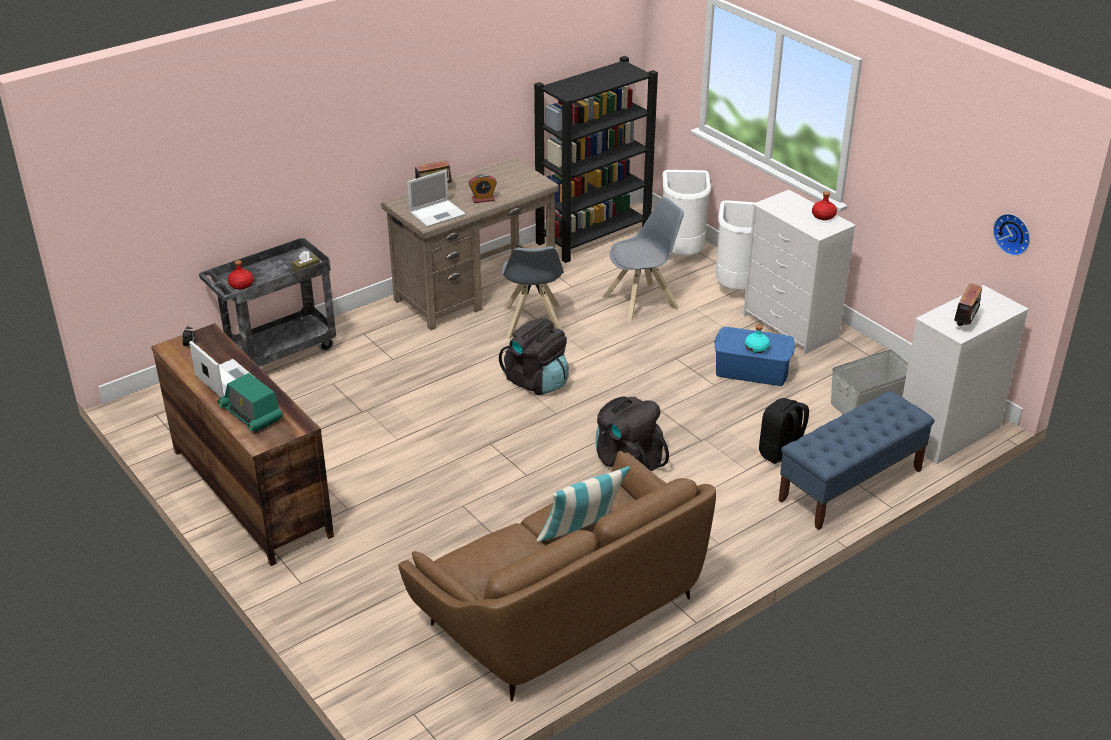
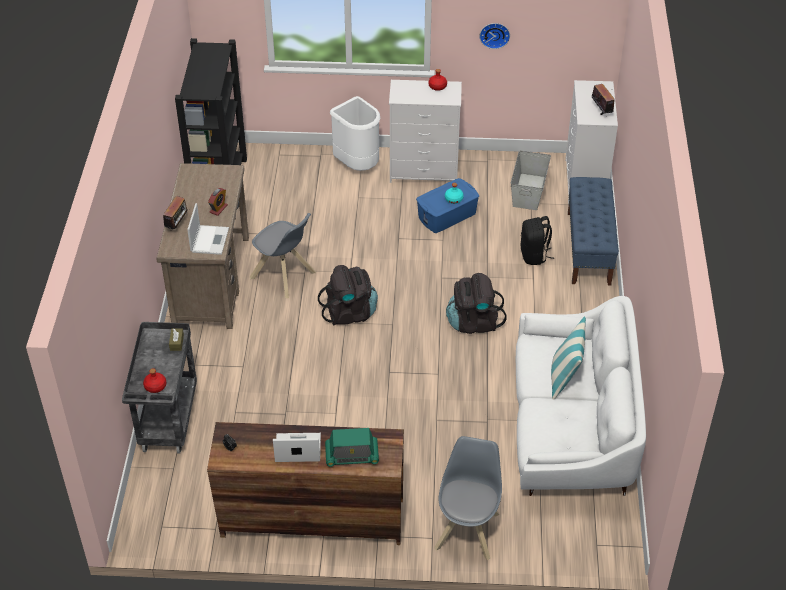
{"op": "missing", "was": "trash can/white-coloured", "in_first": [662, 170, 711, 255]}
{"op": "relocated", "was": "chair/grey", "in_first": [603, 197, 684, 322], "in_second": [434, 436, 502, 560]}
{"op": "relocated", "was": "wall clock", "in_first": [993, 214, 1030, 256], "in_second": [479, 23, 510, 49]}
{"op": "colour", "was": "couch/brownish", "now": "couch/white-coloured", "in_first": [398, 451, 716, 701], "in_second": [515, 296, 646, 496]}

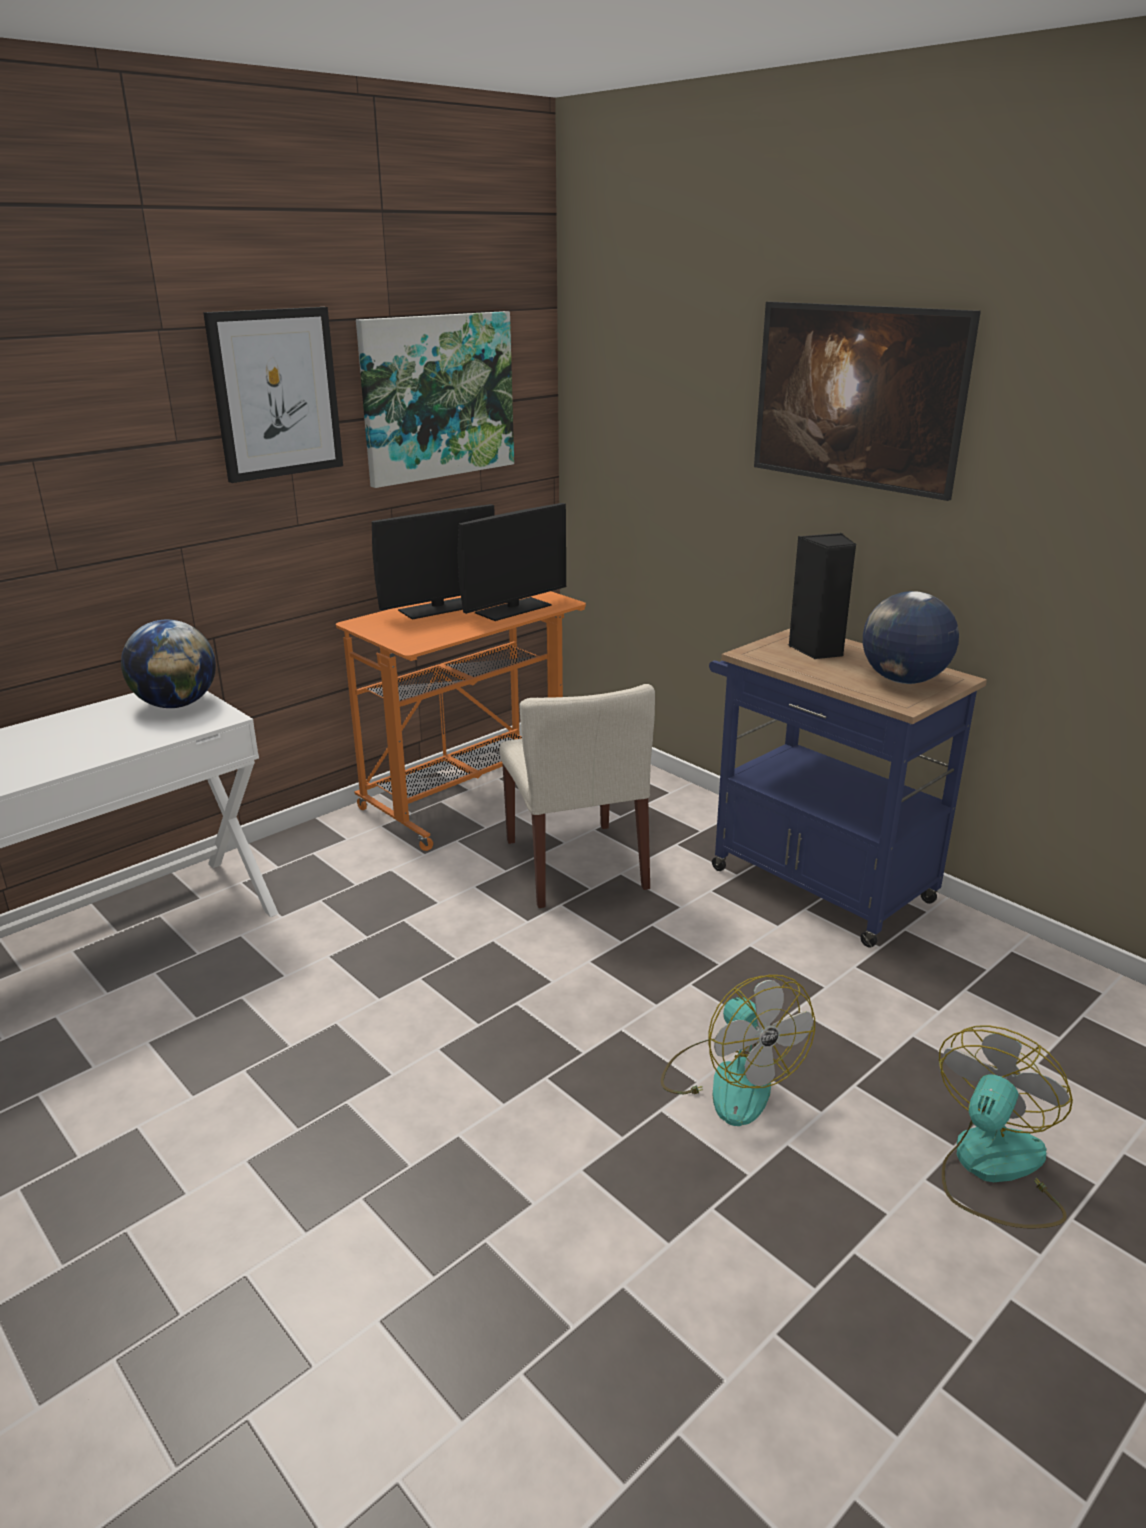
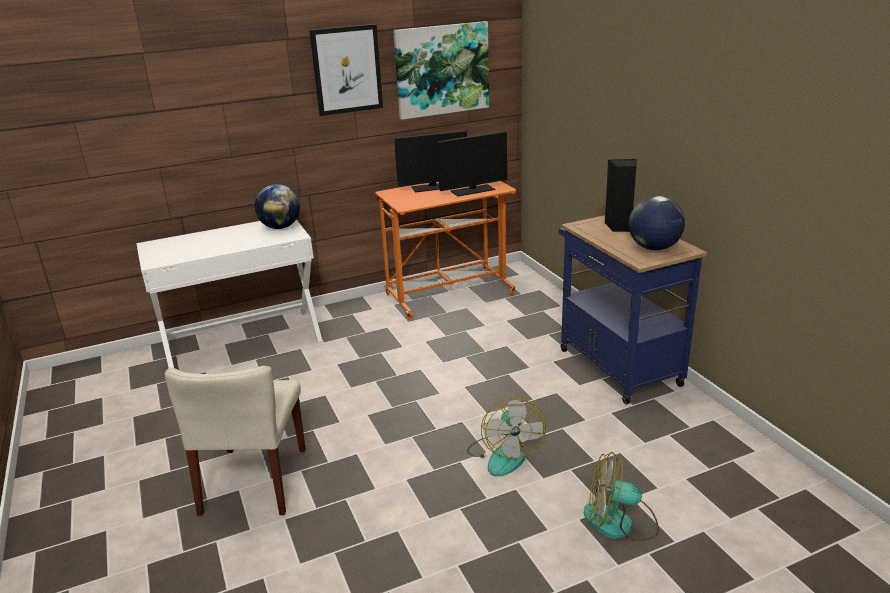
{"op": "missing", "was": "picture", "in_first": [754, 302, 981, 501]}
{"op": "relocated", "was": "chair/sand-coloured", "in_first": [499, 684, 655, 908], "in_second": [165, 366, 306, 516]}
{"op": "spun", "was": "electric fan", "in_first": [939, 1025, 1073, 1228], "in_second": [584, 452, 659, 541], "clockwise": -135}

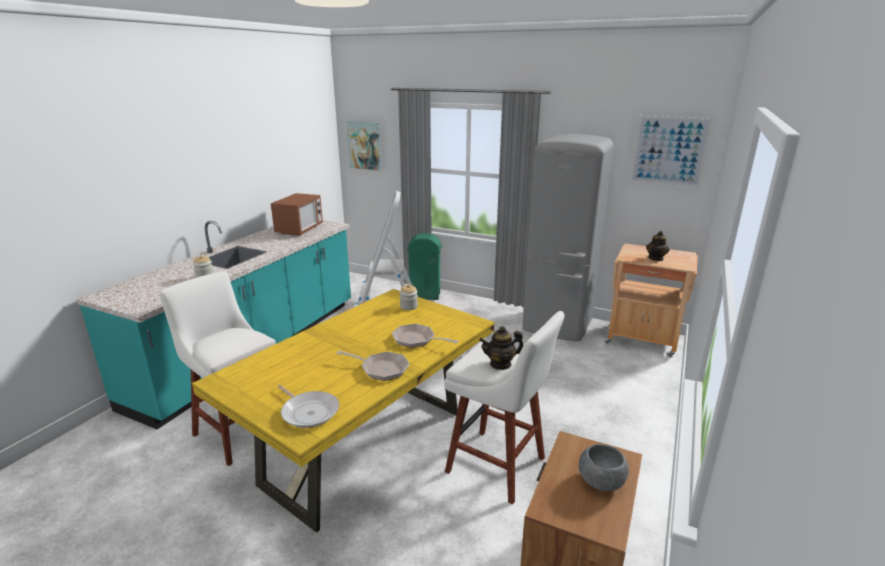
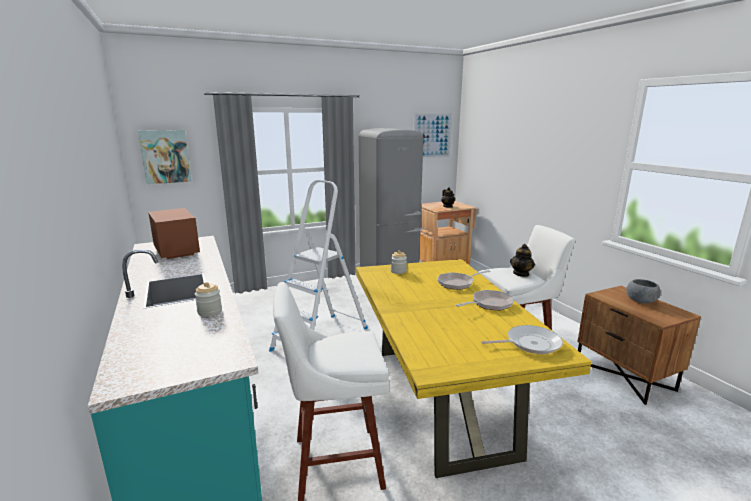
{"op": "missing", "was": "trash can/greenish", "in_first": [407, 233, 442, 300]}

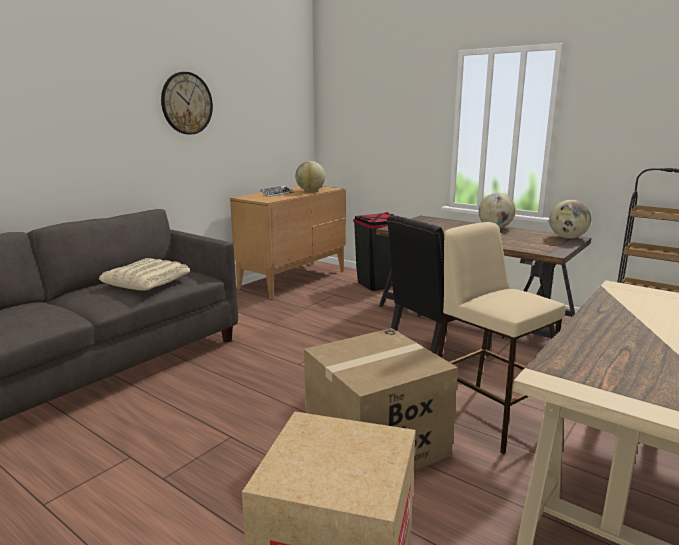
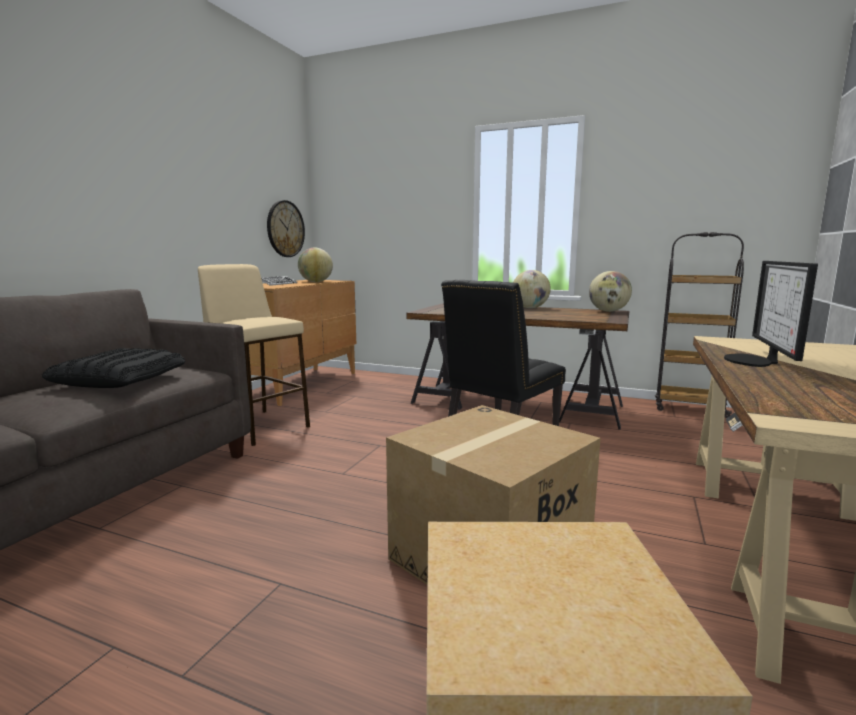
{"op": "relocated", "was": "wall clock", "in_first": [161, 72, 213, 135], "in_second": [267, 200, 305, 257]}
{"op": "missing", "was": "trash can/black-coloured", "in_first": [353, 212, 394, 291]}
{"op": "relocated", "was": "stool/sand-coloured", "in_first": [438, 222, 566, 454], "in_second": [198, 264, 310, 446]}
{"op": "colour", "was": "cushion/sand-coloured", "now": "cushion/black-coloured", "in_first": [99, 258, 190, 291], "in_second": [42, 348, 185, 388]}
{"op": "appeared", "now": "monitor", "in_second": [724, 261, 818, 367]}

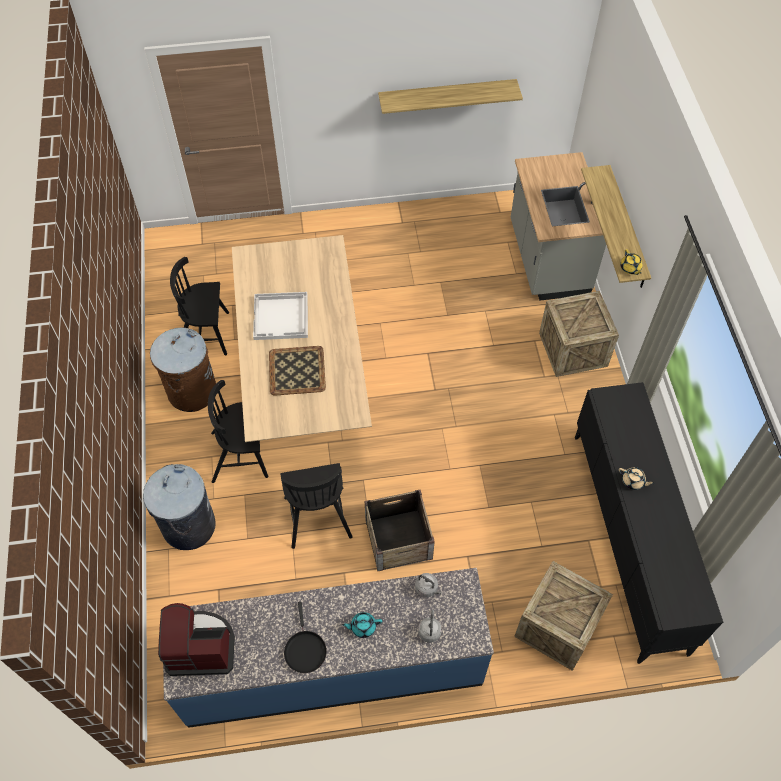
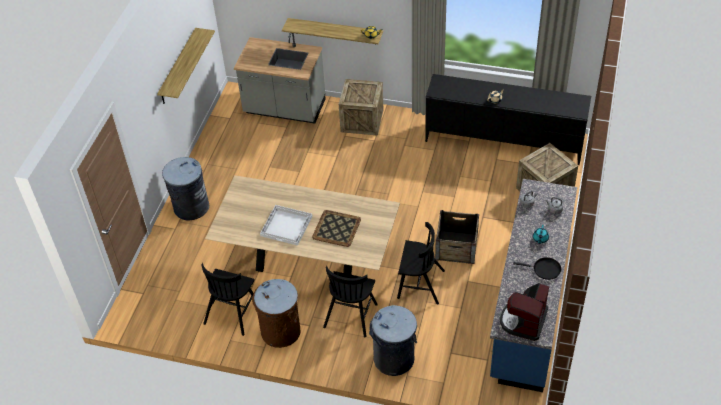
{"op": "appeared", "now": "trash can/grey", "in_second": [162, 157, 209, 220]}

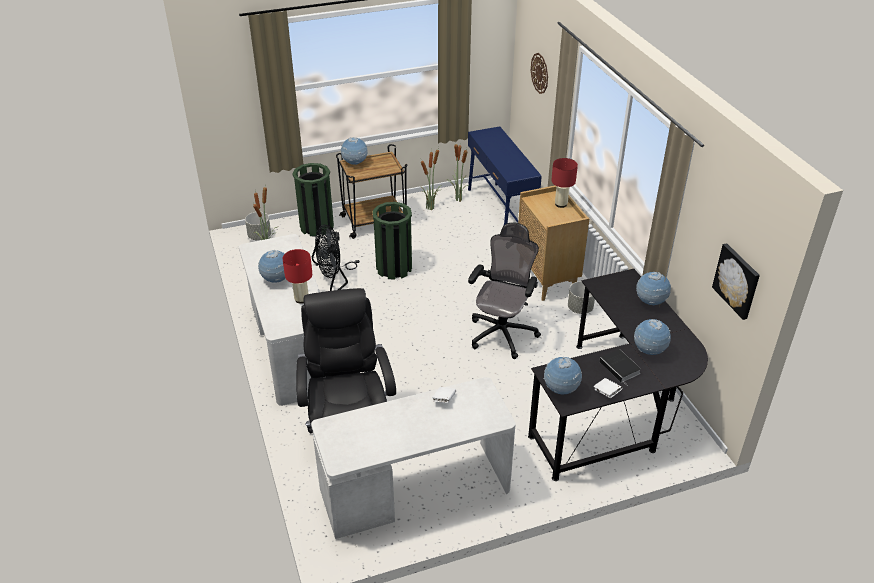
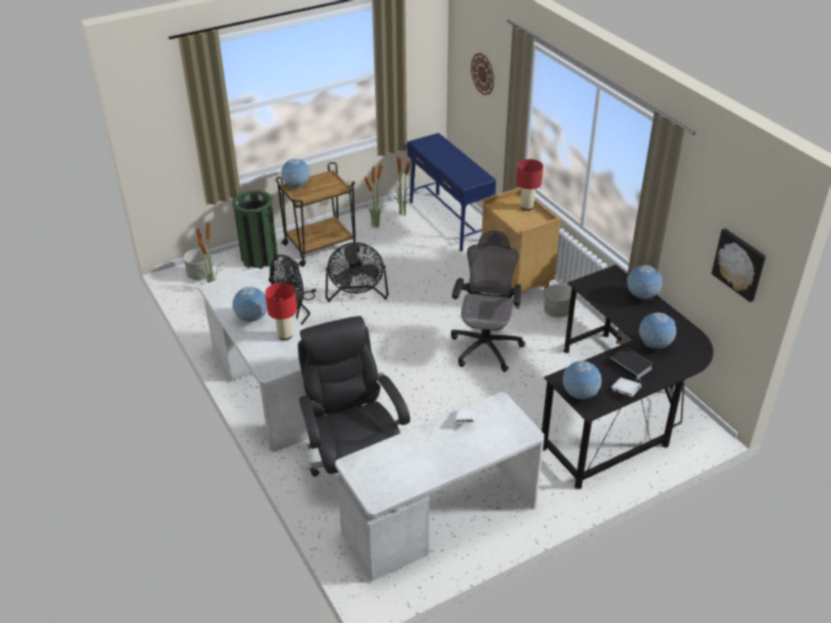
{"op": "exchanged", "was": "trash can/greenish", "now": "electric fan/black-coloured", "in_first": [372, 202, 412, 280], "in_second": [325, 242, 388, 302]}

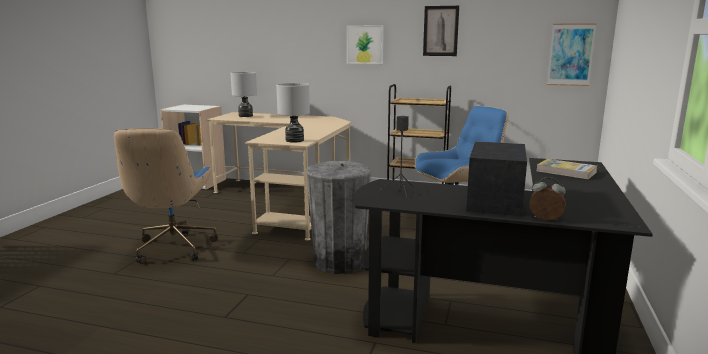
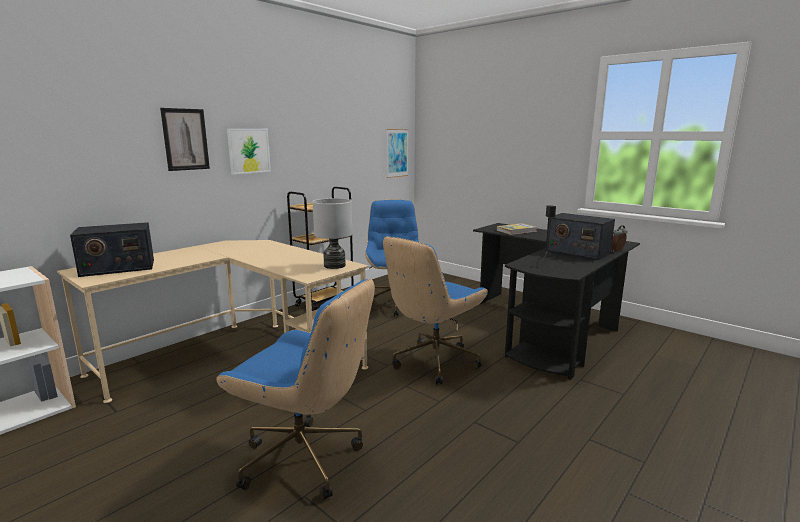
{"op": "relocated", "was": "picture", "in_first": [423, 6, 459, 56], "in_second": [160, 108, 210, 171]}
{"op": "exchanged", "was": "table lamp/grey", "now": "radio receiver", "in_first": [231, 72, 257, 117], "in_second": [70, 222, 154, 277]}
{"op": "exchanged", "was": "trash can/grey", "now": "computer chair/blue", "in_first": [306, 161, 372, 274], "in_second": [383, 236, 488, 384]}

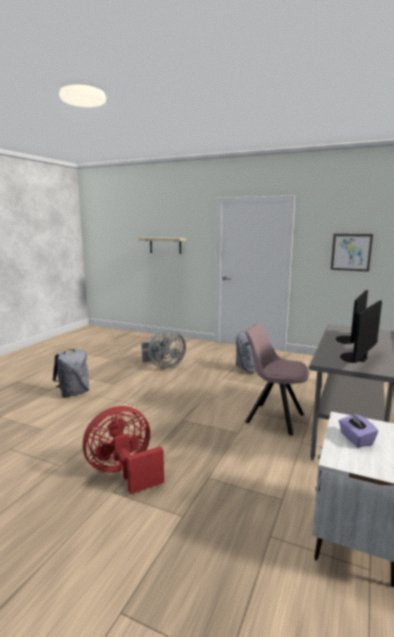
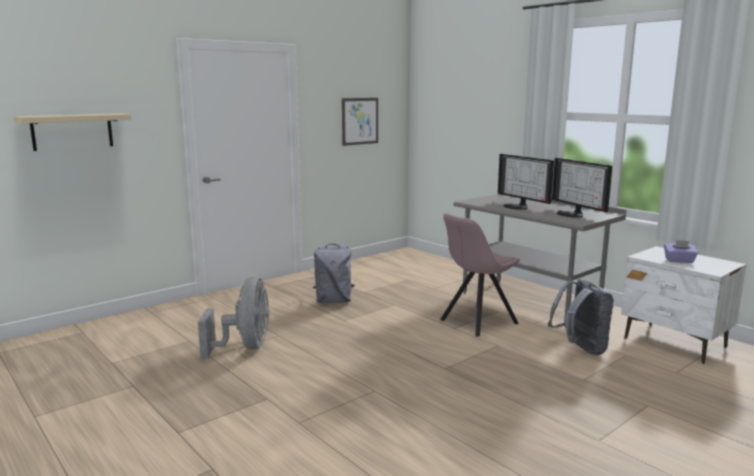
{"op": "relocated", "was": "backpack/grey", "in_first": [53, 349, 89, 398], "in_second": [548, 279, 614, 355]}
{"op": "missing", "was": "electric fan/reddish", "in_first": [83, 406, 164, 494]}

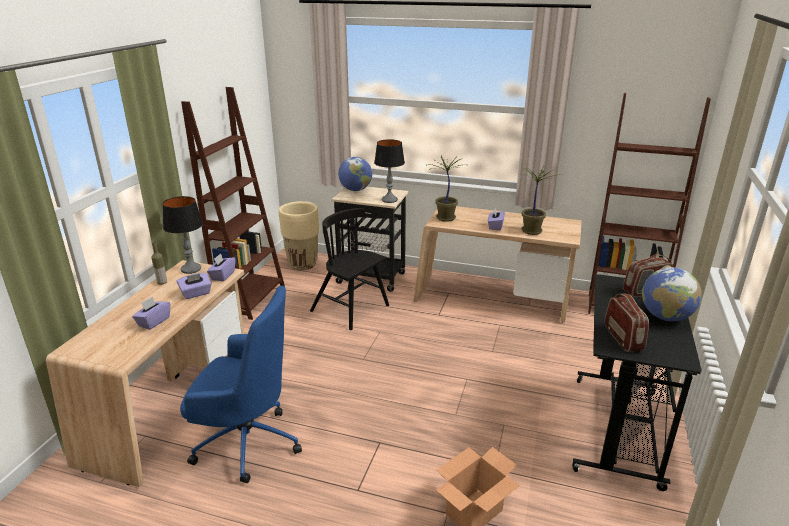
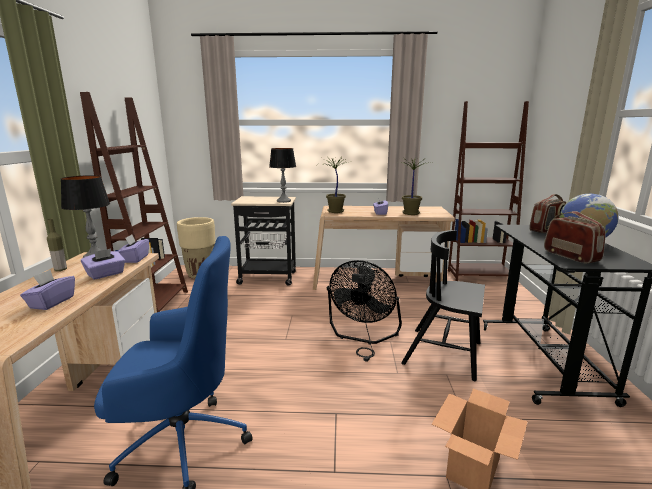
{"op": "missing", "was": "globe", "in_first": [338, 157, 372, 191]}
{"op": "relocated", "was": "chair/black-coloured", "in_first": [310, 208, 389, 330], "in_second": [401, 230, 485, 381]}
{"op": "appeared", "now": "electric fan/black-coloured", "in_second": [327, 260, 402, 362]}

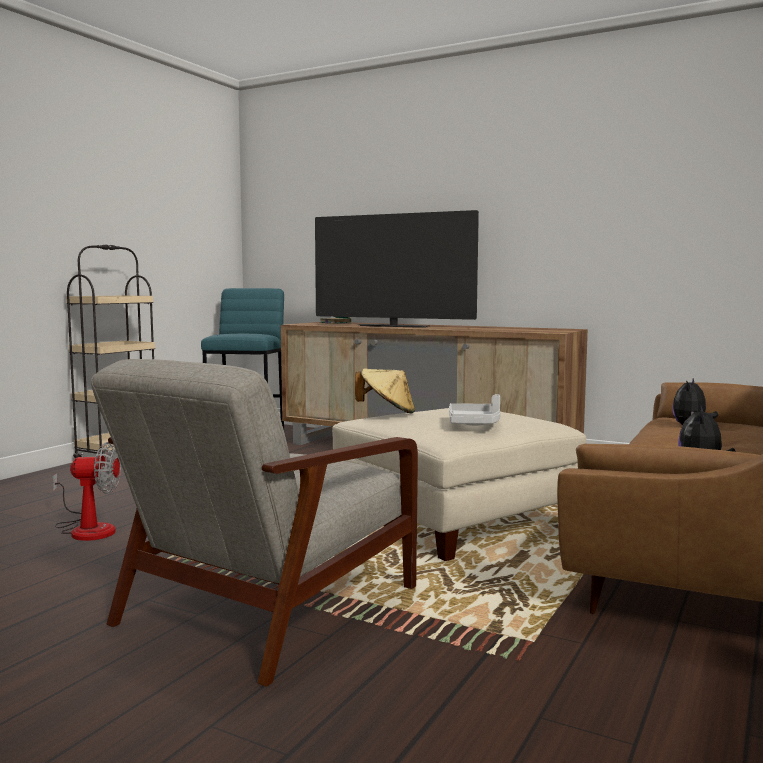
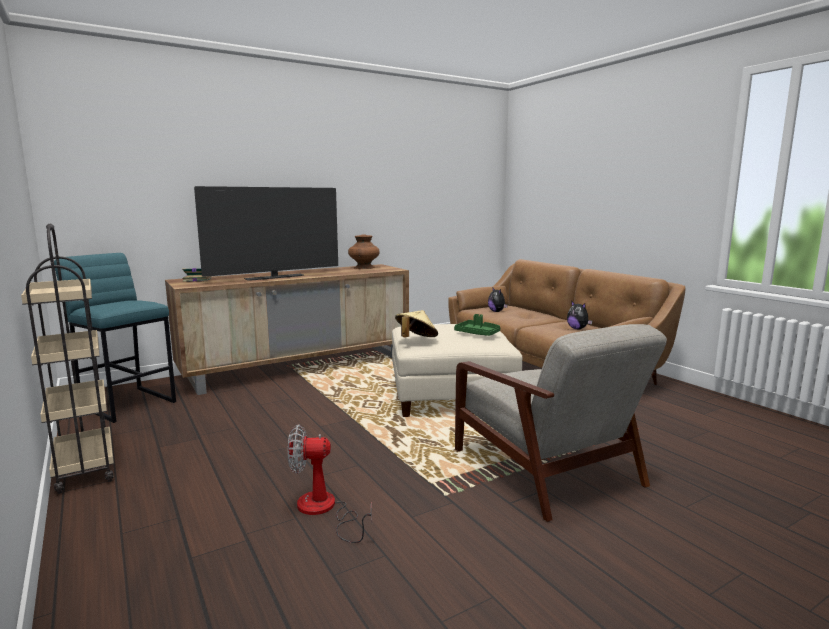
{"op": "colour", "was": "carrying tray/grey", "now": "carrying tray/greenish", "in_first": [449, 394, 501, 426], "in_second": [454, 314, 500, 336]}
{"op": "spun", "was": "electric fan", "in_first": [53, 442, 121, 541], "in_second": [288, 424, 372, 543], "clockwise": -120}
{"op": "appeared", "now": "vase/brownish", "in_second": [348, 234, 380, 269]}

